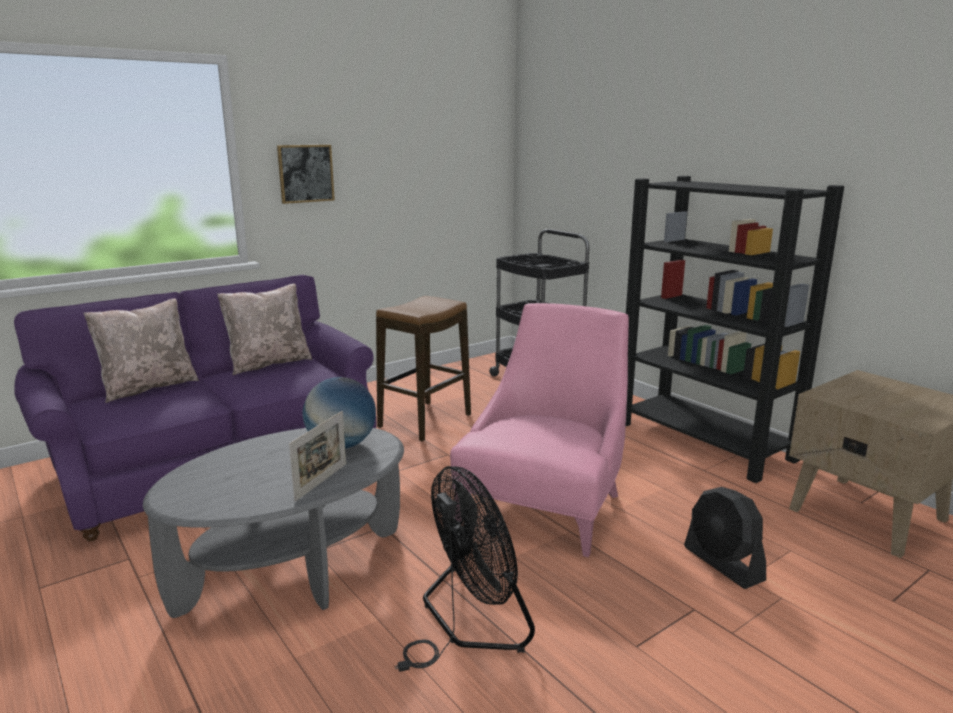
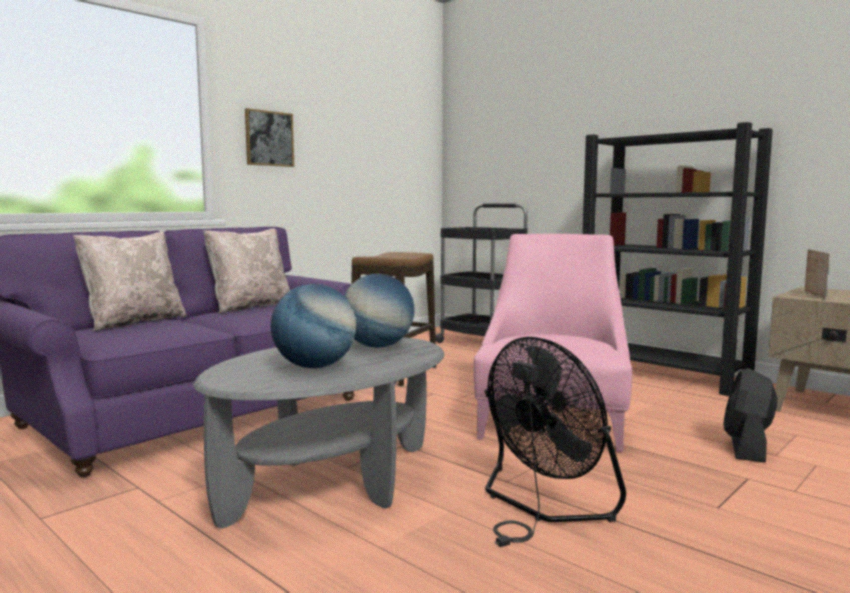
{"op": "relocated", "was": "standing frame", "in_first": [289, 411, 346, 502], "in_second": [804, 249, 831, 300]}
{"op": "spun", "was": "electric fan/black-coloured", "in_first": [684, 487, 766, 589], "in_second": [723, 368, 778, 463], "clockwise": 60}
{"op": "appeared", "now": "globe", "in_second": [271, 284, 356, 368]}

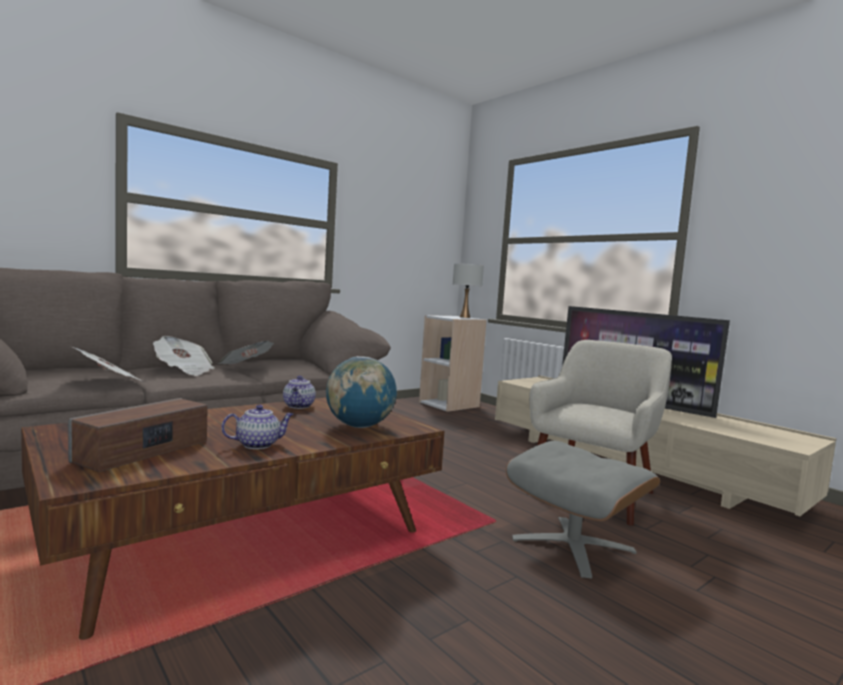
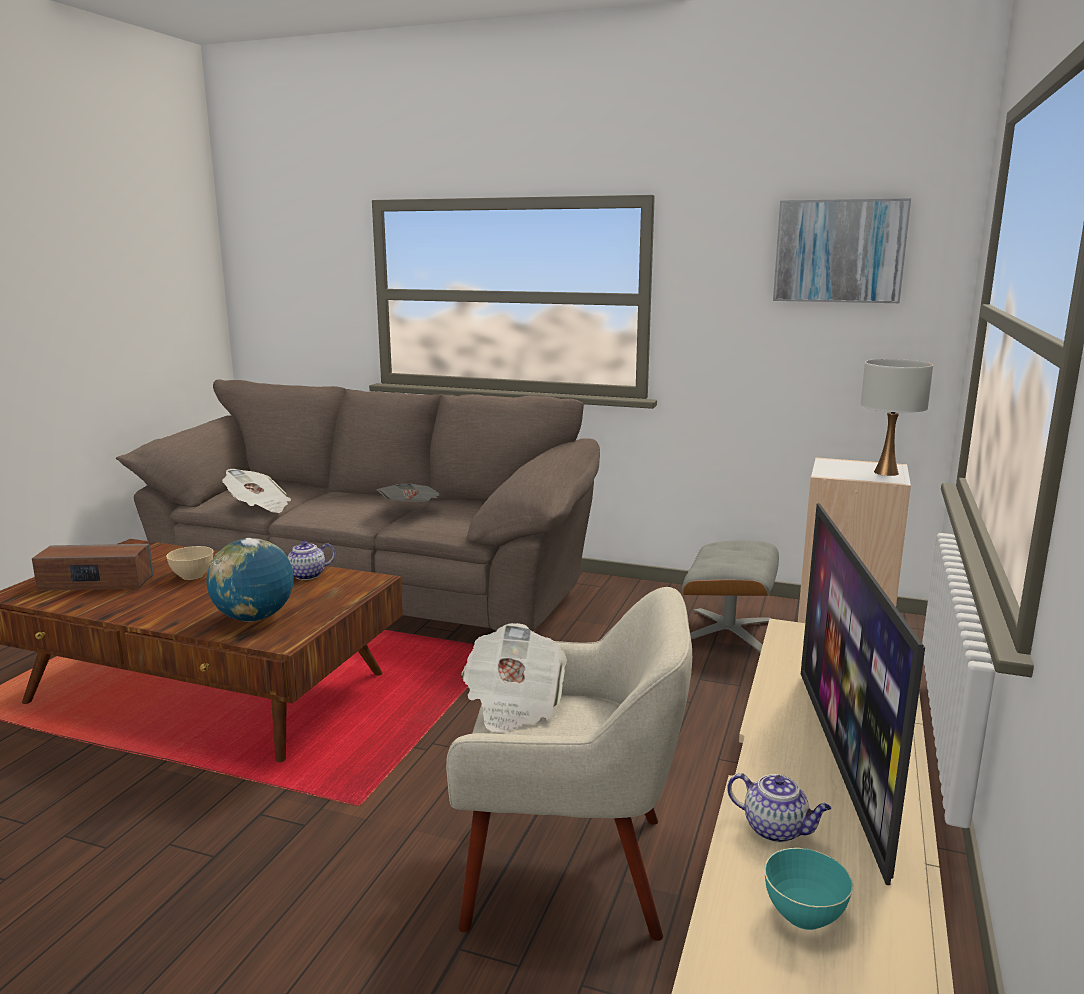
{"op": "relocated", "was": "printed paper", "in_first": [153, 336, 215, 376], "in_second": [462, 623, 567, 733]}
{"op": "relocated", "was": "tea pot", "in_first": [221, 404, 294, 449], "in_second": [727, 773, 831, 843]}
{"op": "relocated", "was": "ottoman/grey", "in_first": [506, 441, 660, 579], "in_second": [682, 540, 779, 653]}
{"op": "appeared", "now": "picture", "in_second": [773, 198, 911, 303]}
{"op": "appeared", "now": "serving bowl/sand-coloured", "in_second": [166, 546, 213, 580]}
{"op": "appeared", "now": "serving bowl/blue-green", "in_second": [764, 848, 853, 930]}

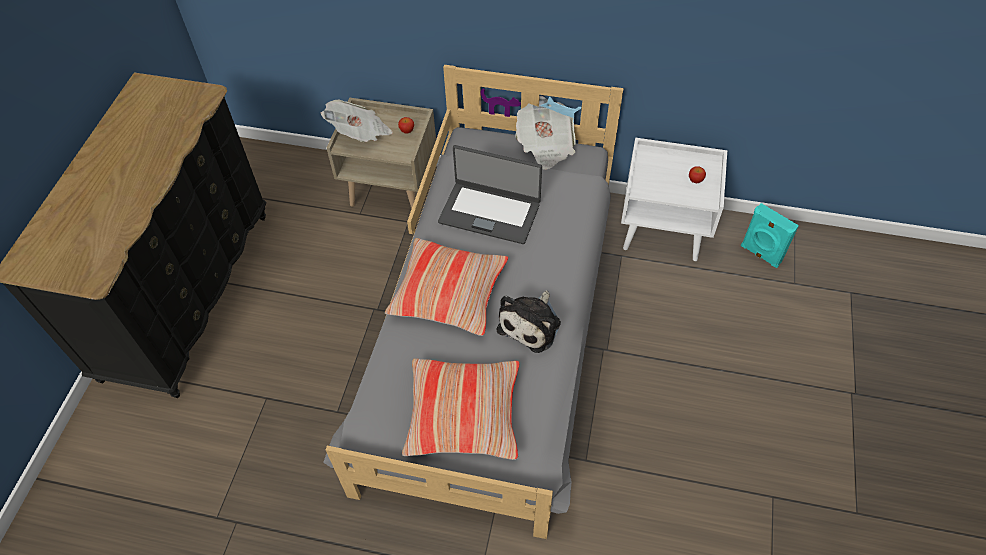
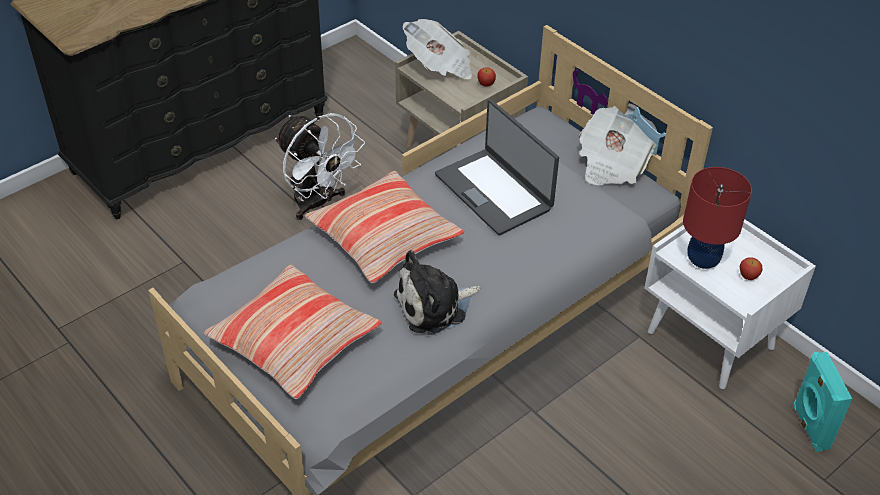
{"op": "appeared", "now": "electric fan/white-coloured", "in_second": [275, 113, 365, 220]}
{"op": "appeared", "now": "table lamp/reddish", "in_second": [683, 167, 752, 269]}

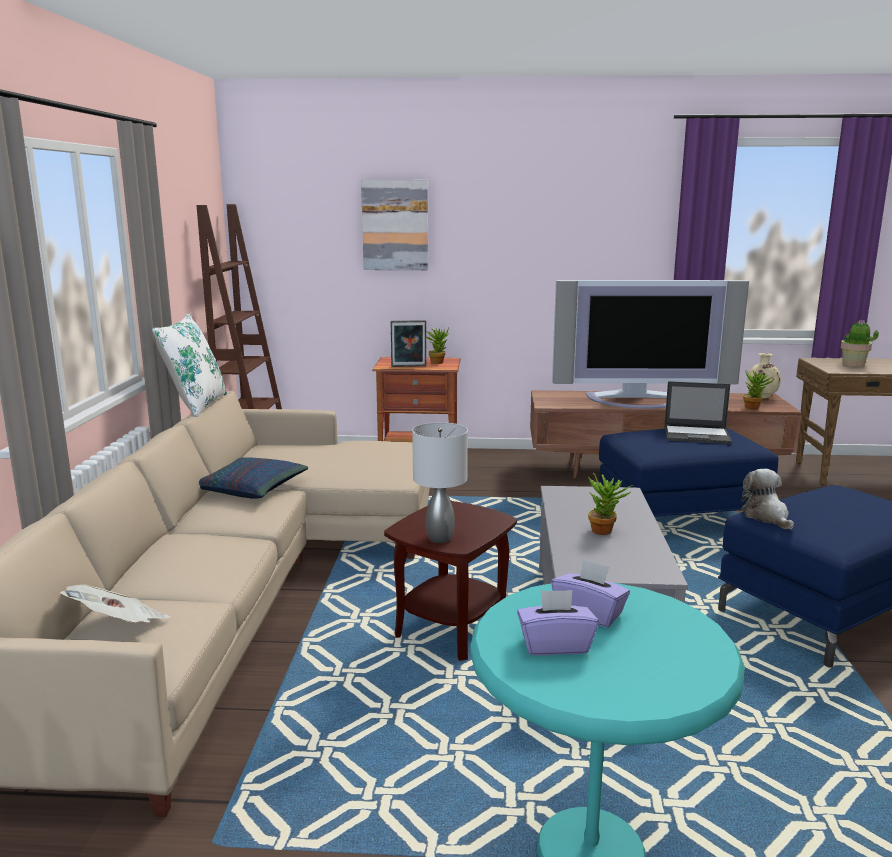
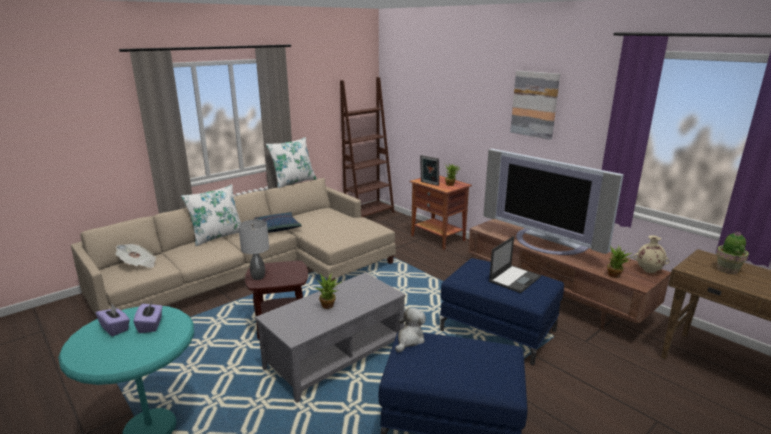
{"op": "relocated", "was": "picture", "in_first": [361, 180, 428, 270], "in_second": [510, 71, 560, 140]}
{"op": "spun", "was": "laptop", "in_first": [664, 381, 732, 444], "in_second": [489, 236, 541, 293], "clockwise": -105}
{"op": "appeared", "now": "cushion/white-coloured", "in_second": [181, 184, 241, 246]}

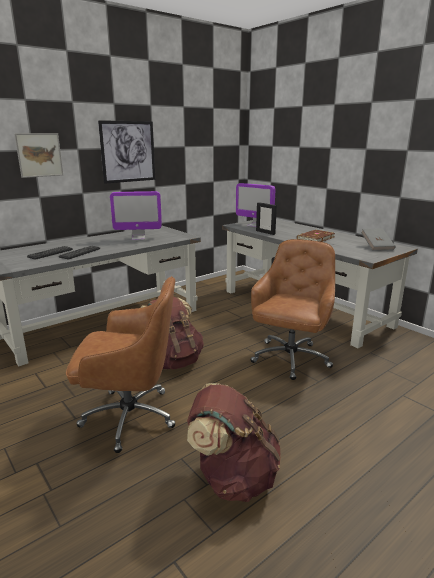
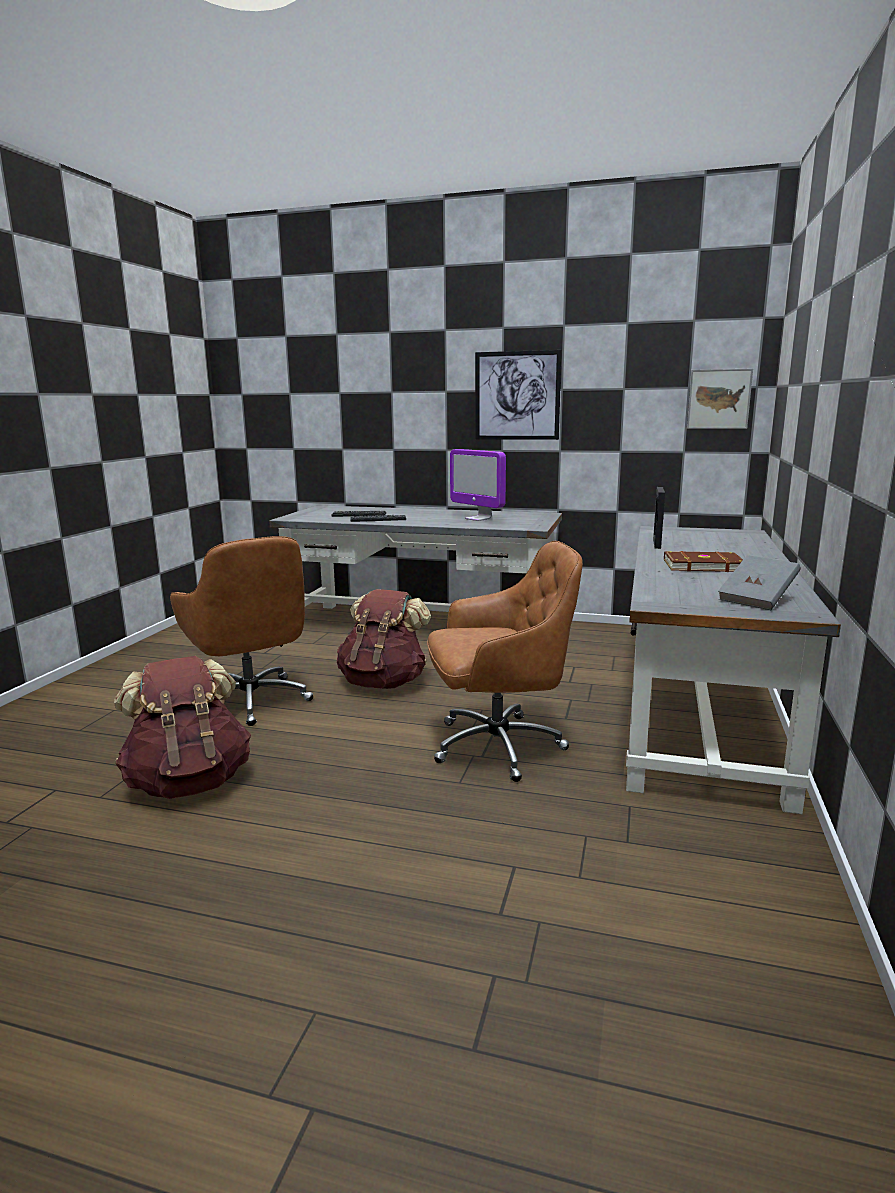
{"op": "relocated", "was": "picture", "in_first": [14, 133, 63, 178], "in_second": [687, 369, 753, 429]}
{"op": "missing", "was": "monitor", "in_first": [236, 183, 275, 227]}

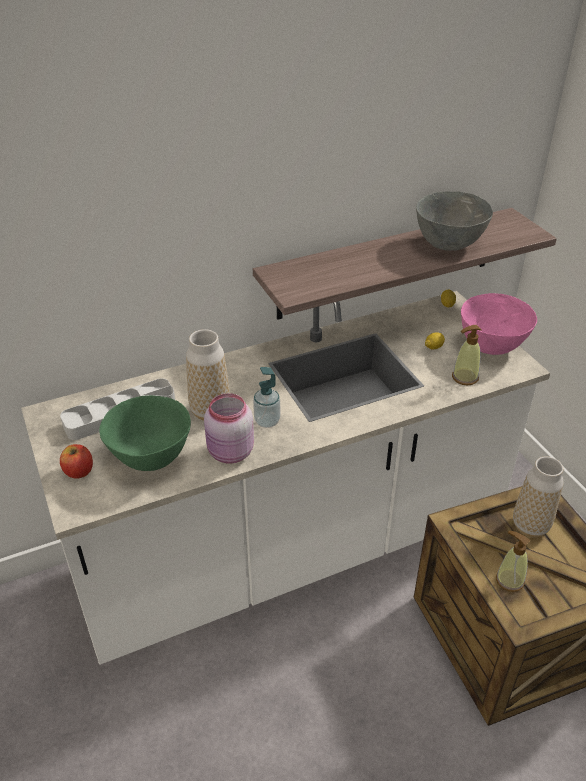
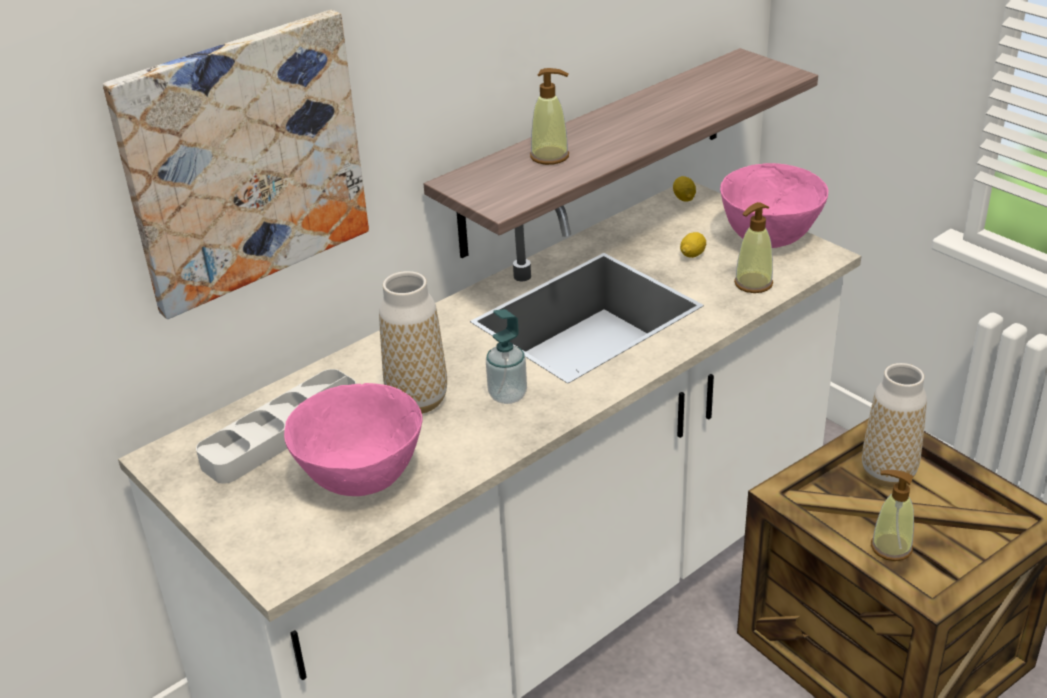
{"op": "missing", "was": "serving bowl/grey", "in_first": [416, 191, 493, 251]}
{"op": "missing", "was": "jar/pinkish", "in_first": [204, 393, 254, 464]}
{"op": "colour", "was": "serving bowl/greenish", "now": "serving bowl/pinkish", "in_first": [99, 395, 191, 471], "in_second": [284, 383, 423, 496]}
{"op": "missing", "was": "apple fruit", "in_first": [60, 444, 93, 479]}
{"op": "appeared", "now": "picture", "in_second": [103, 10, 369, 319]}
{"op": "appeared", "now": "soap dispenser", "in_second": [530, 68, 569, 165]}

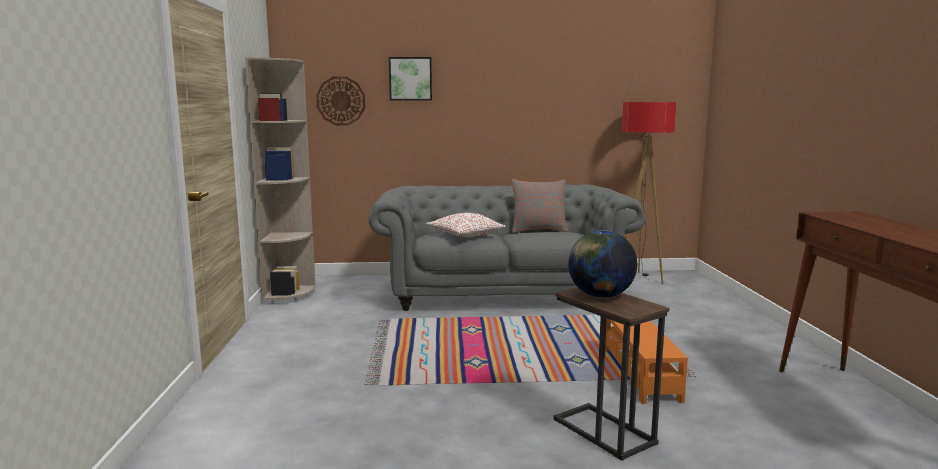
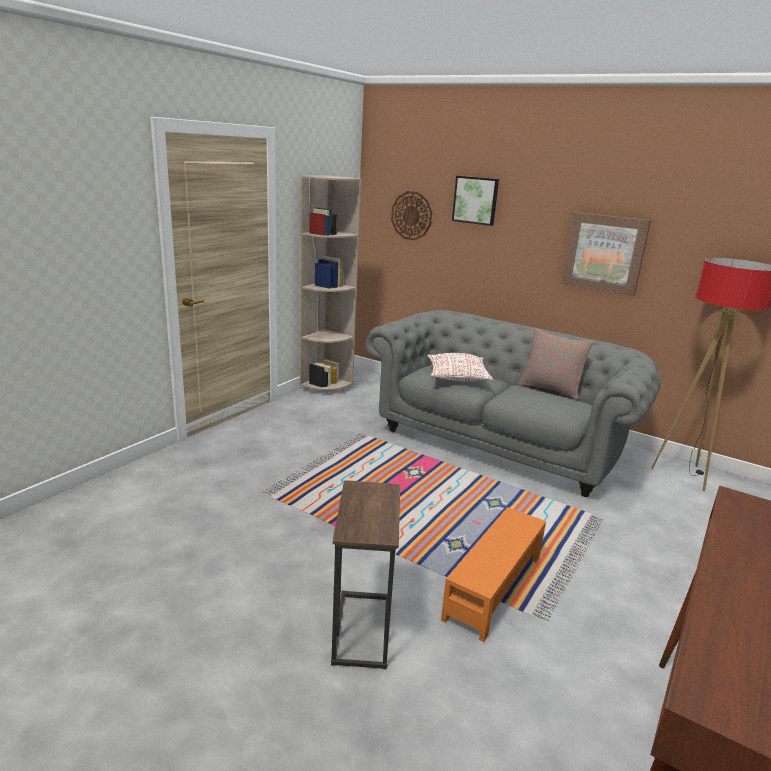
{"op": "missing", "was": "globe", "in_first": [568, 230, 637, 298]}
{"op": "appeared", "now": "picture", "in_second": [561, 212, 651, 296]}

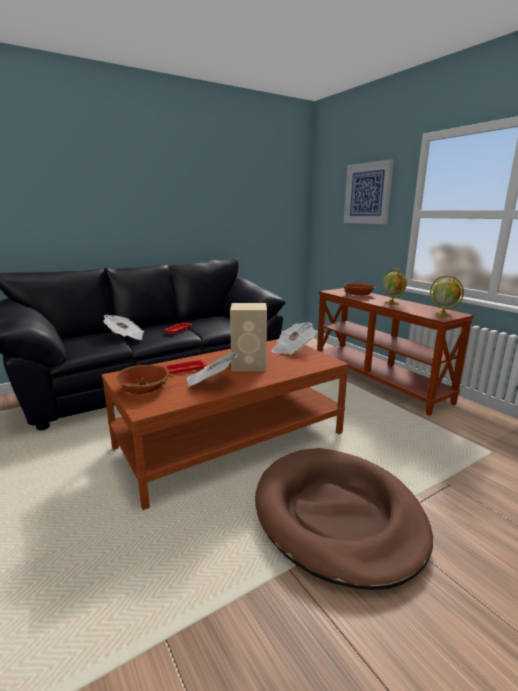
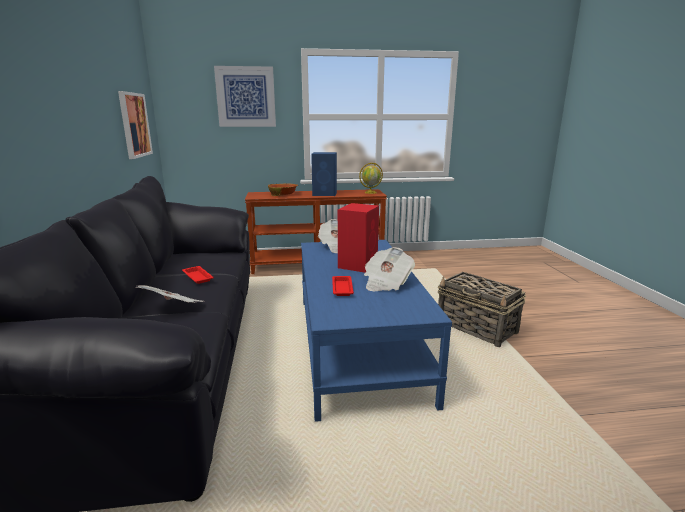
{"op": "exchanged", "was": "globe", "now": "audio speaker/blue", "in_first": [382, 269, 407, 305], "in_second": [311, 152, 337, 196]}
{"op": "colour", "was": "audio speaker/sand-coloured", "now": "audio speaker/reddish", "in_first": [230, 303, 267, 371], "in_second": [338, 203, 379, 273]}
{"op": "colour", "was": "low table/brownish", "now": "low table/blue", "in_first": [101, 339, 349, 510], "in_second": [301, 240, 452, 422]}
{"op": "missing", "was": "serving bowl", "in_first": [115, 365, 169, 394]}
{"op": "exchanged", "was": "dog bed/brownish", "now": "storage basket", "in_first": [255, 448, 433, 590], "in_second": [438, 272, 526, 347]}
{"op": "appeared", "now": "picture", "in_second": [118, 91, 153, 159]}

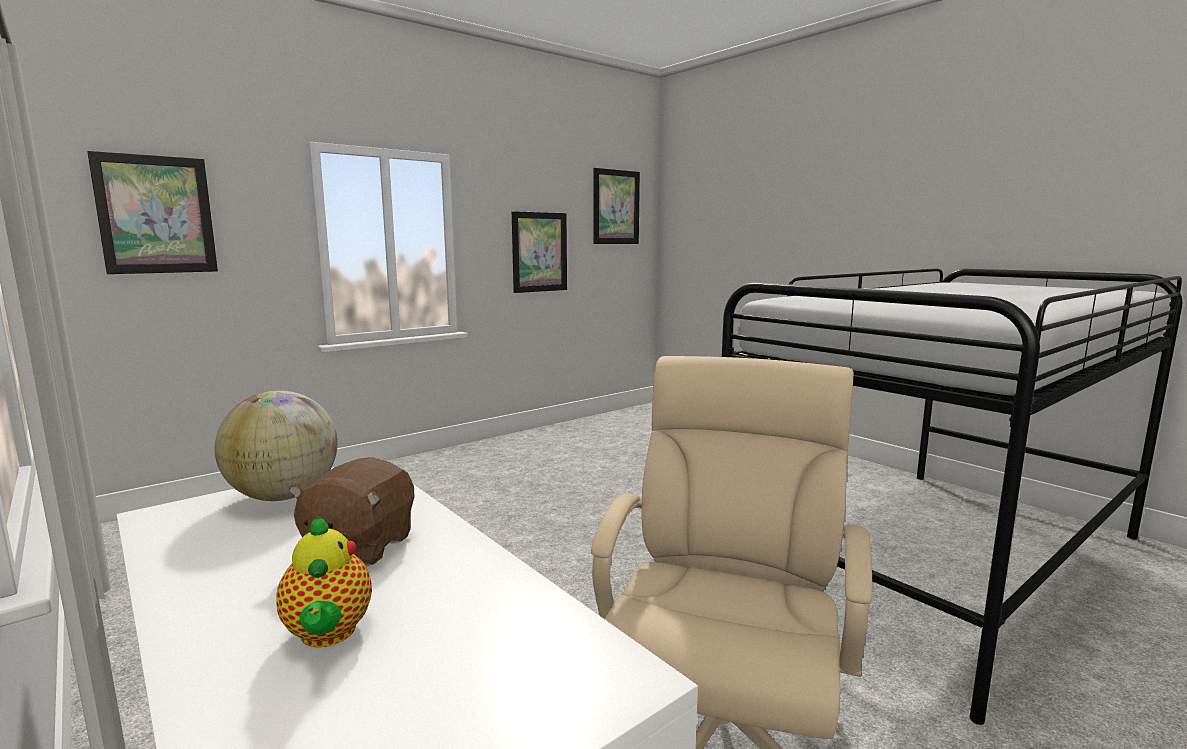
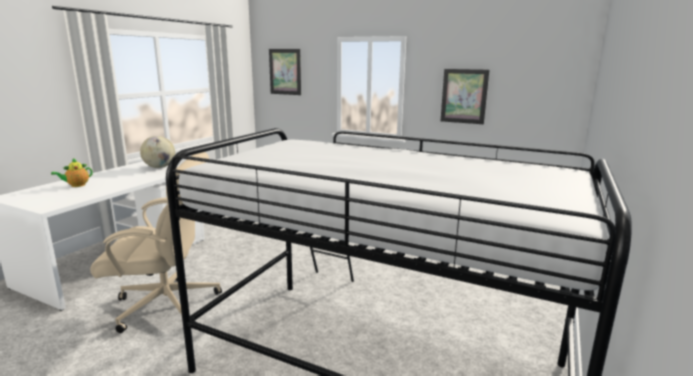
{"op": "missing", "was": "picture", "in_first": [593, 168, 640, 244]}
{"op": "missing", "was": "cuddly toy/brownish", "in_first": [289, 457, 415, 567]}

